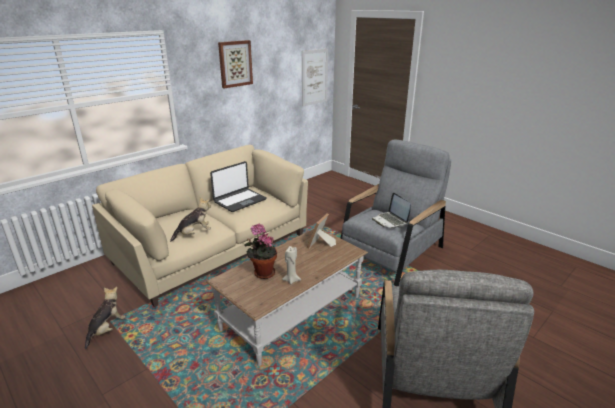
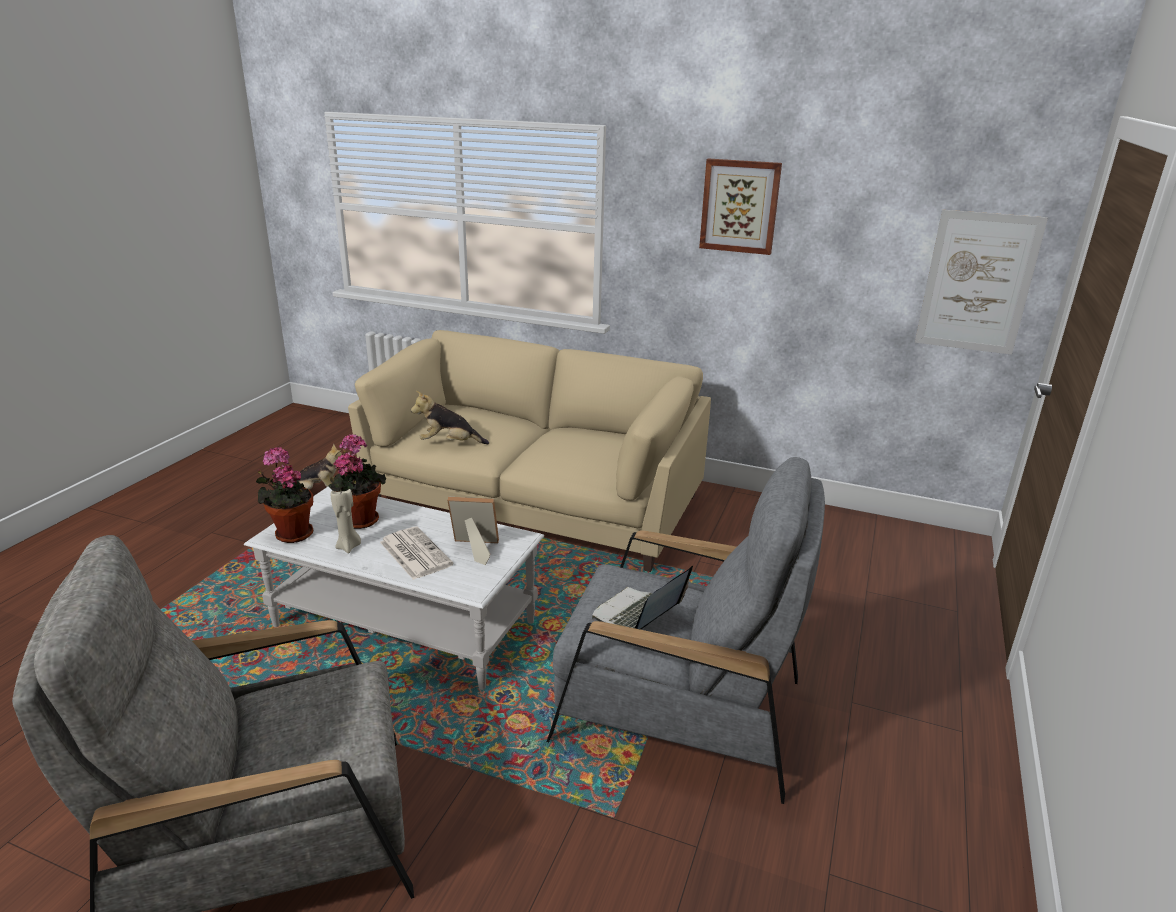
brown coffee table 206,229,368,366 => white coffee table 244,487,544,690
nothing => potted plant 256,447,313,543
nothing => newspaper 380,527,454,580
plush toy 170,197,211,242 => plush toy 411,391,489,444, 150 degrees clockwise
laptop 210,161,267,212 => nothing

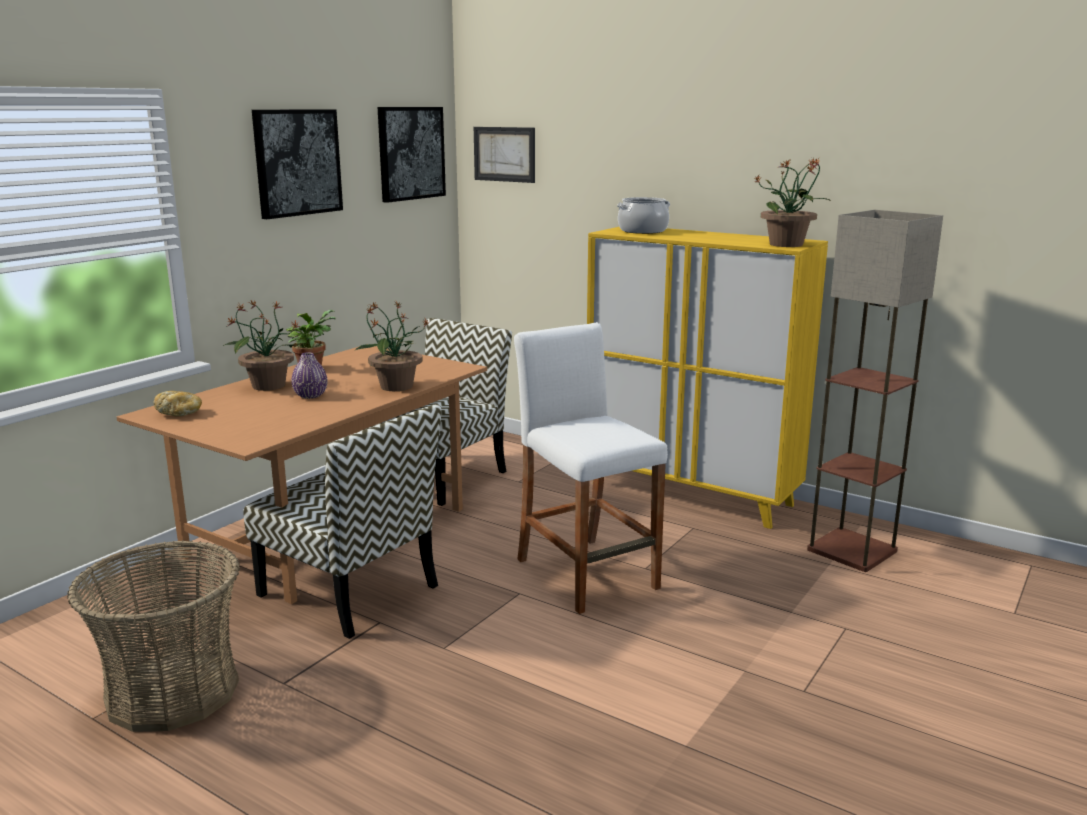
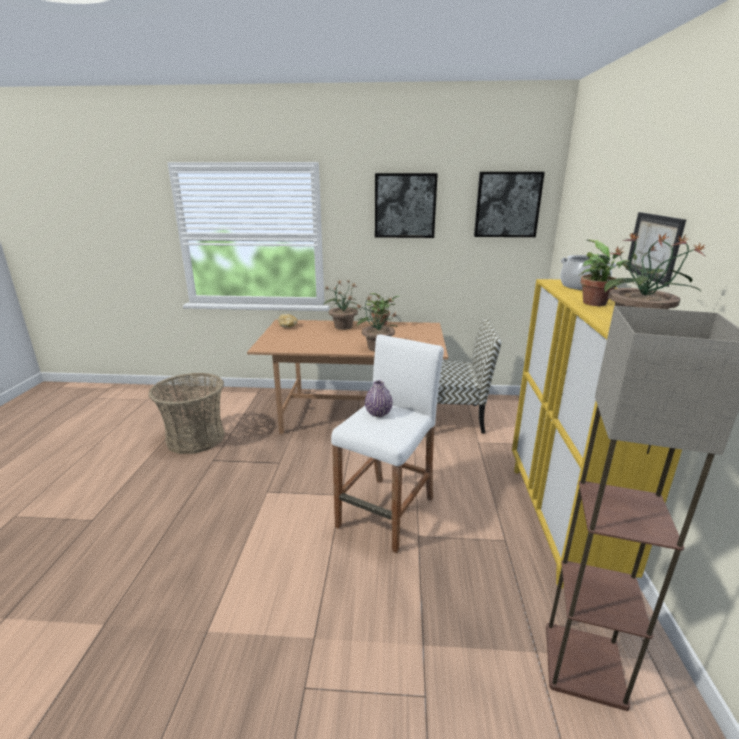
purple vase 291,352,327,399 => purple vase 365,380,393,417, relocated
nothing => potted plant 579,240,630,306
picture 474,127,535,183 => picture 626,212,686,287, relocated
chair 243,404,441,639 => nothing

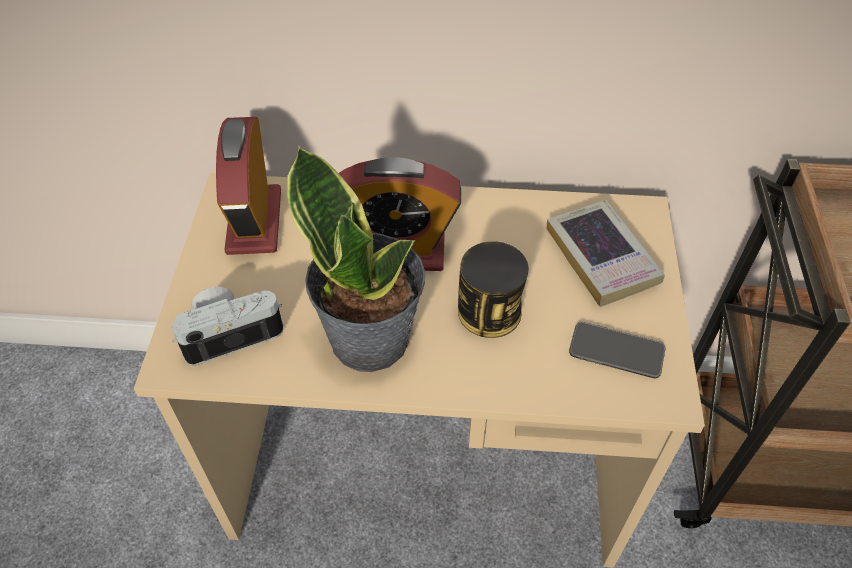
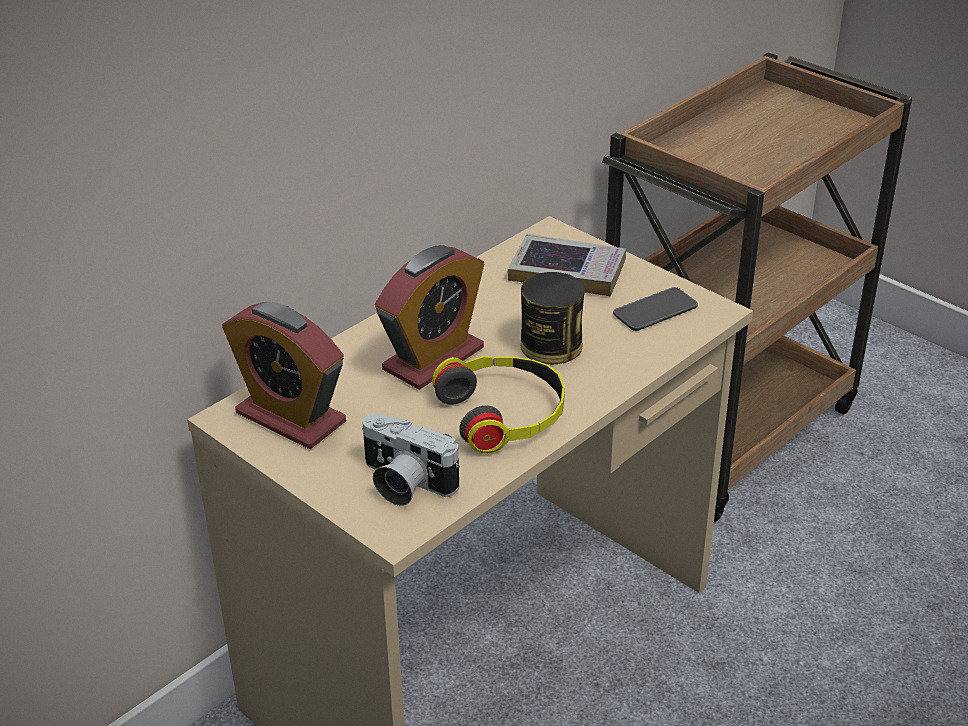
photo camera 172,287,284,366 => photo camera 362,413,460,506, 75 degrees counterclockwise
potted plant 287,146,425,372 => headphones 432,356,565,453

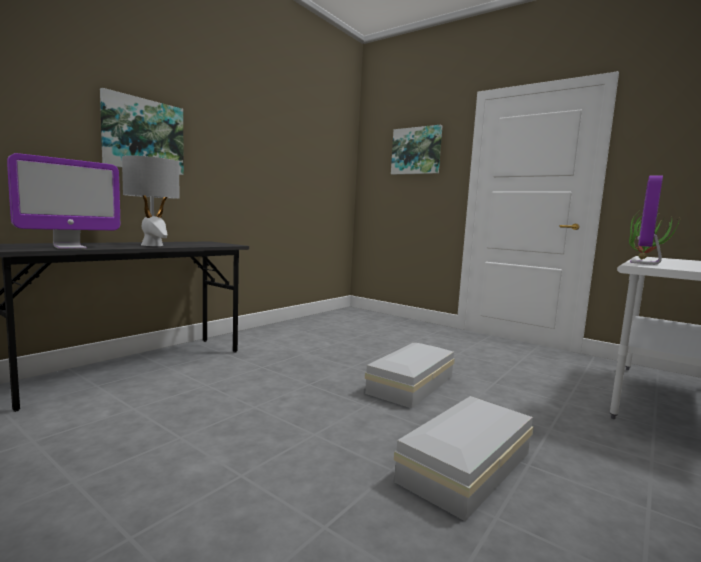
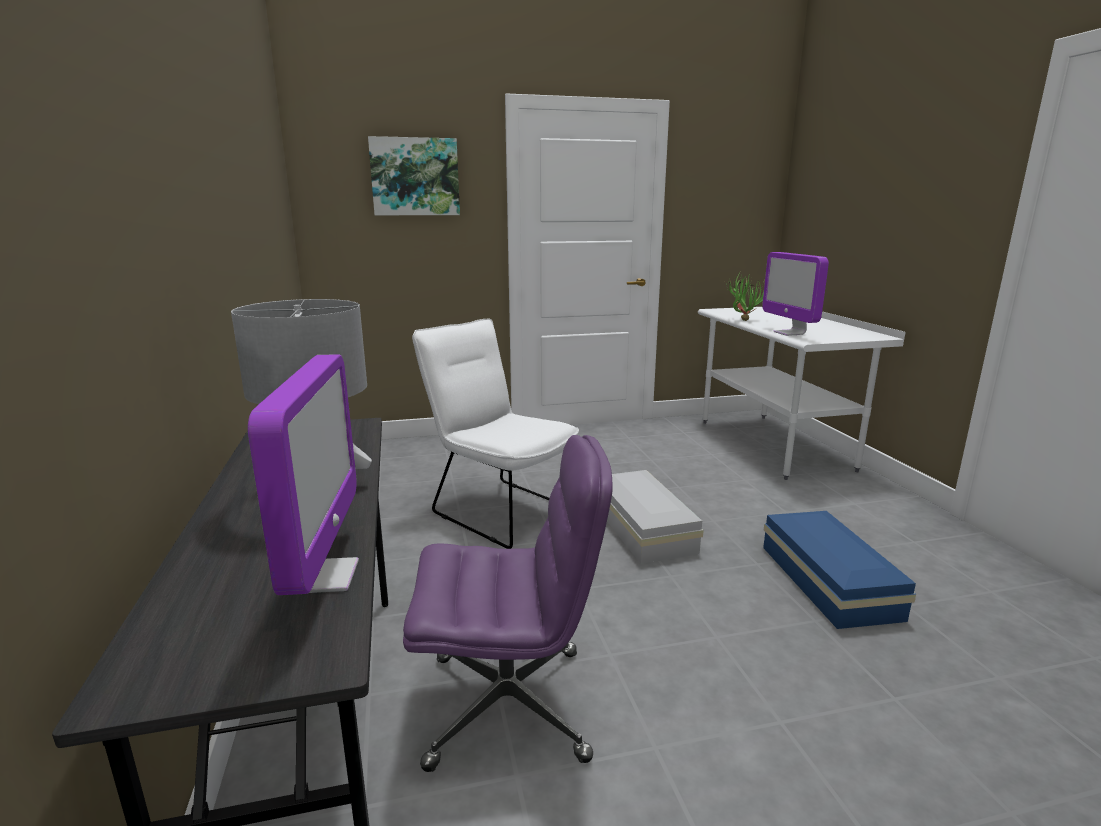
nothing => purple office chair 403,435,613,772
nothing => white chair 412,319,579,549
white storage box 394,396,534,521 => blue storage box 763,511,916,629
picture 100,88,184,175 => nothing

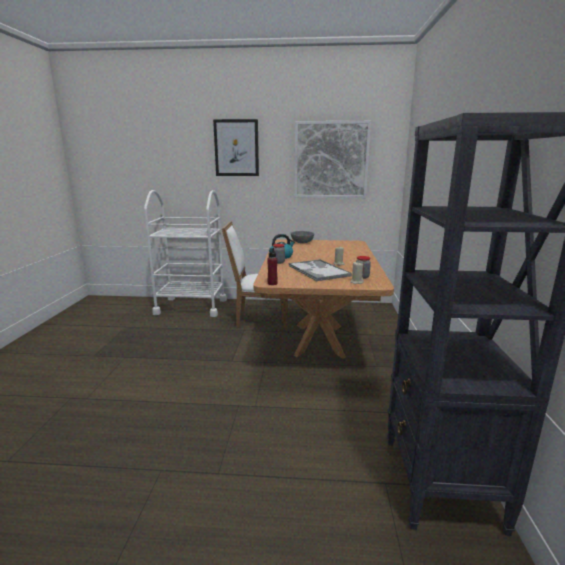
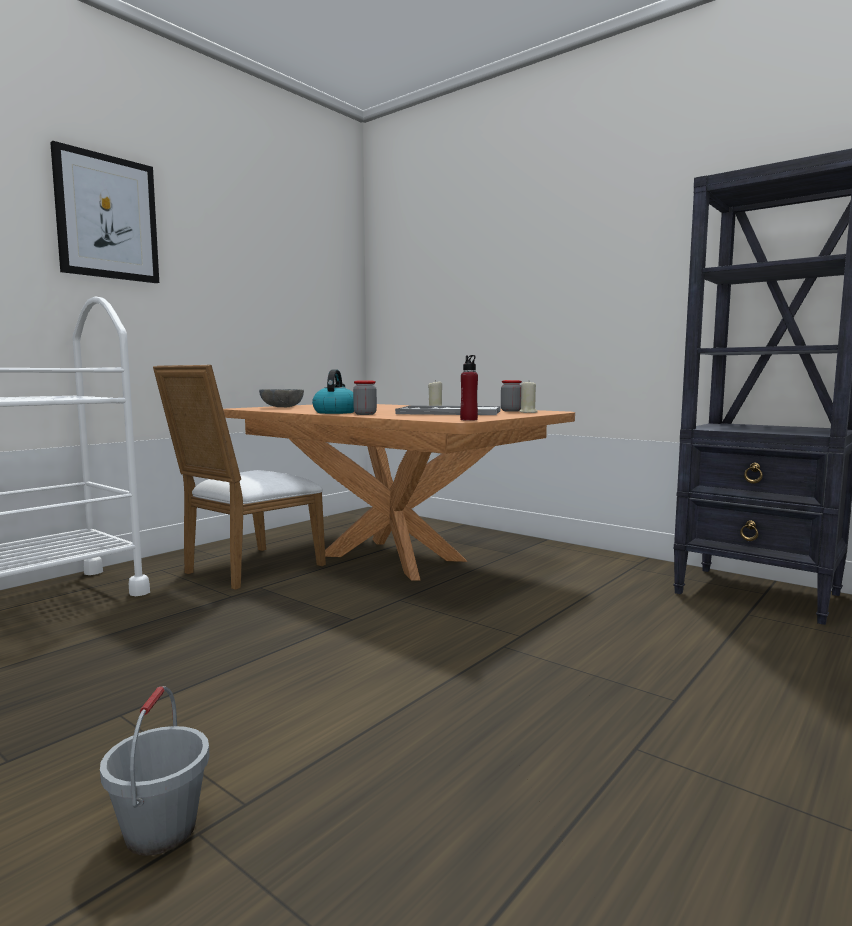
nothing => grey bucket 100,686,210,856
picture 294,121,371,198 => nothing

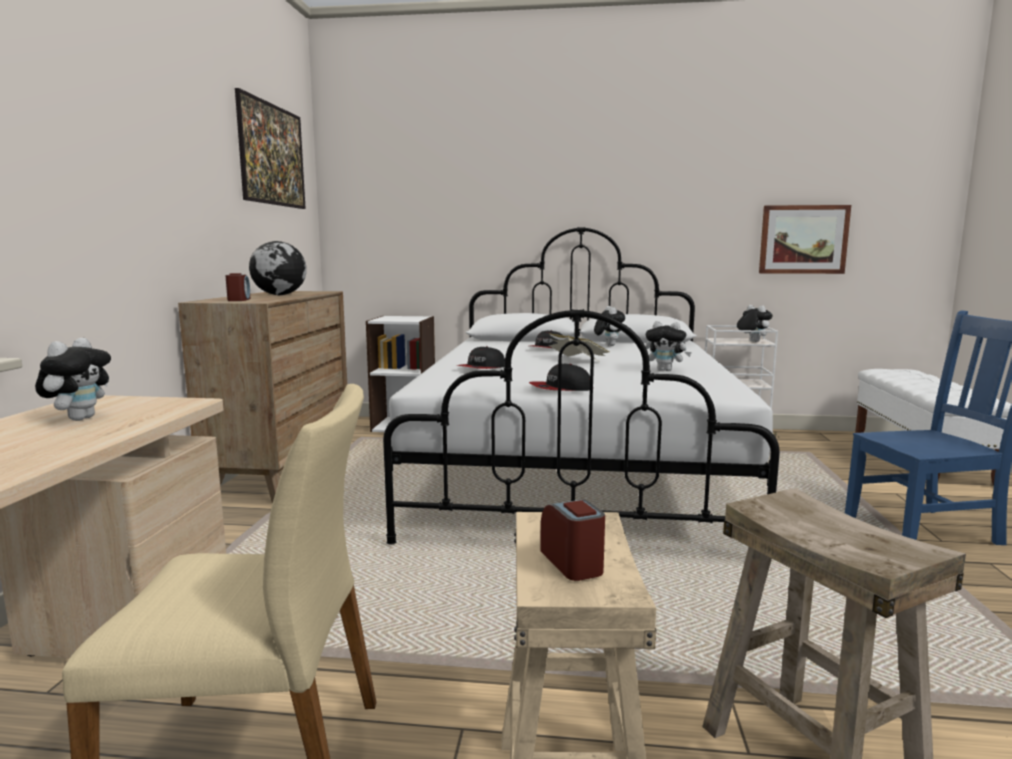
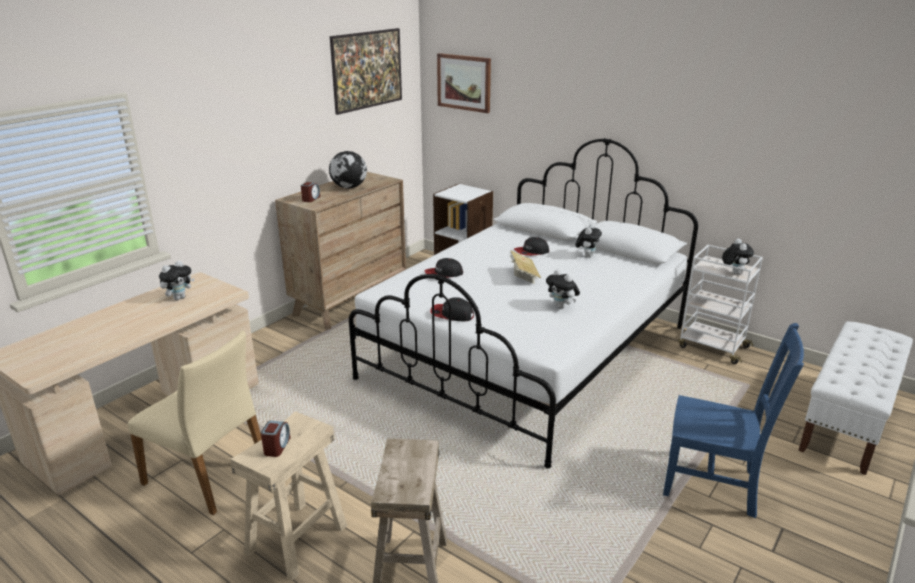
picture 759,205,851,274 => picture 437,53,491,113, relocated

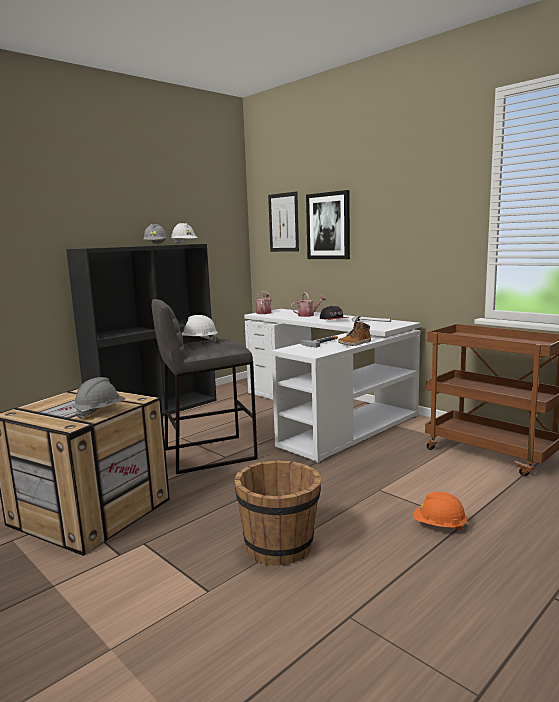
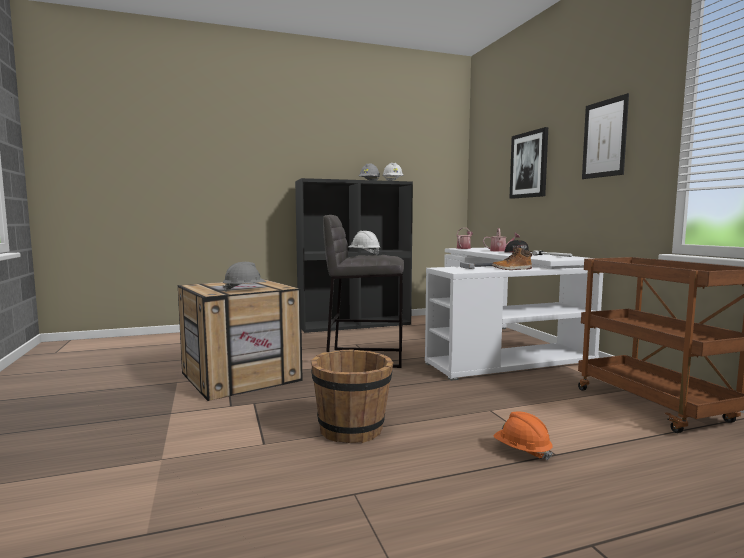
picture 268,191,299,252 => picture 582,93,629,179, relocated

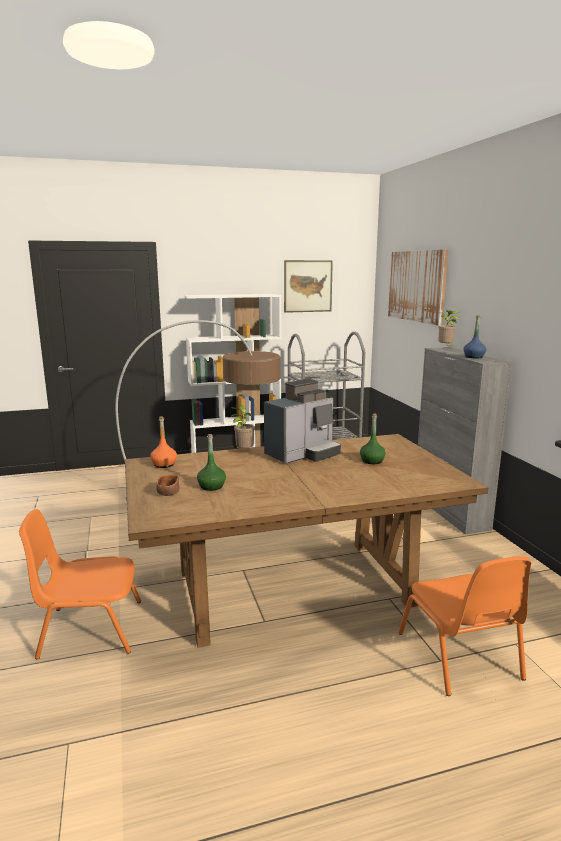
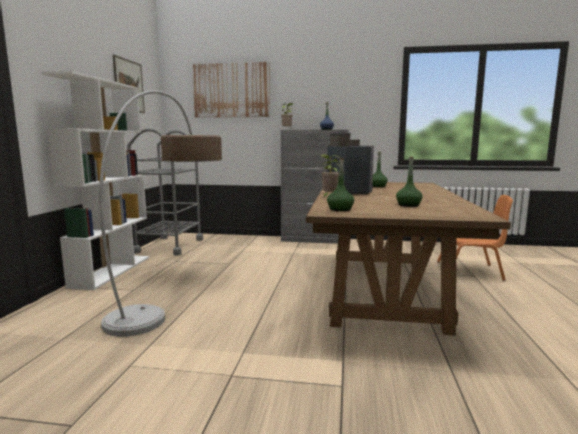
orange bottle 150,416,177,468 => green bottle 327,158,354,211
orange chair 19,509,141,659 => nothing
brown bowl 156,475,179,496 => nothing

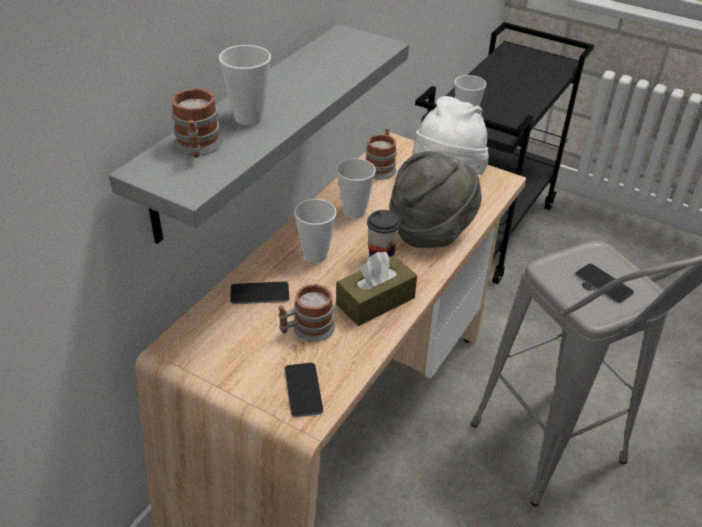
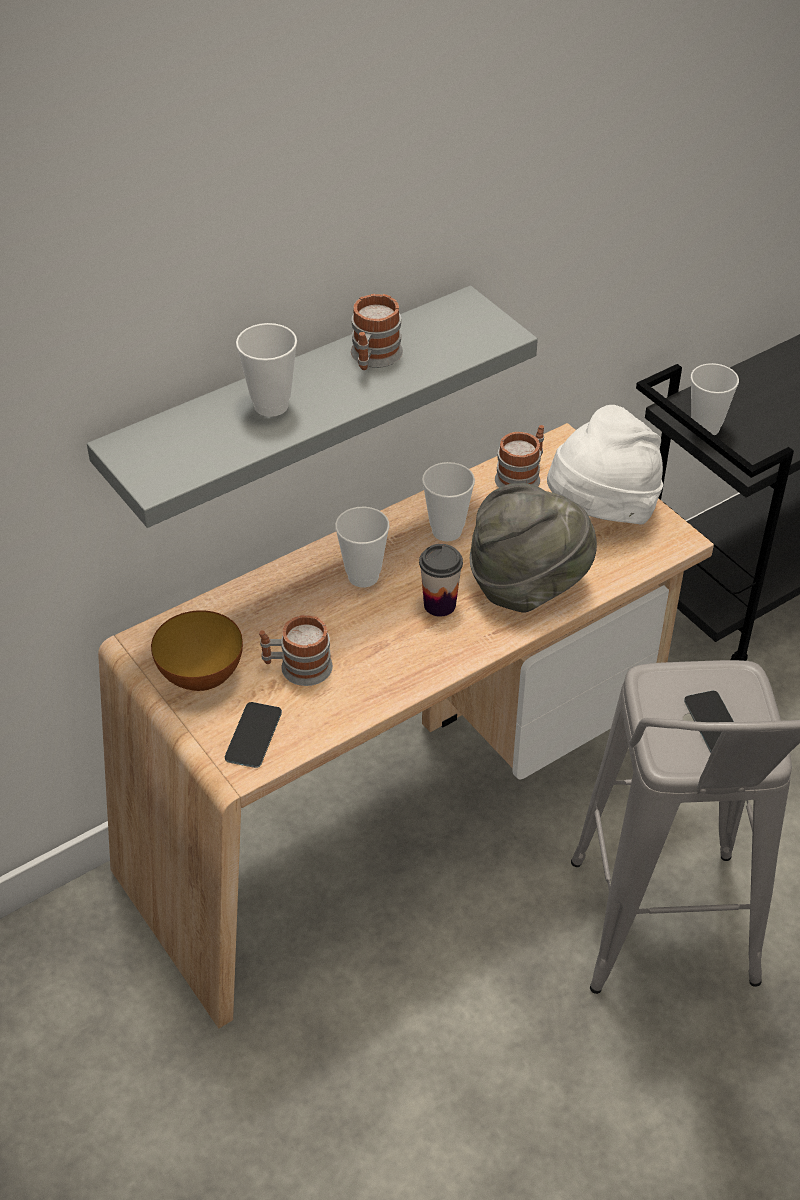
nothing => bowl 151,610,243,691
mug 171,88,222,158 => mug 351,294,403,370, relocated
phone 230,281,289,304 => nothing
brown tissue box 336,252,417,326 => nothing

